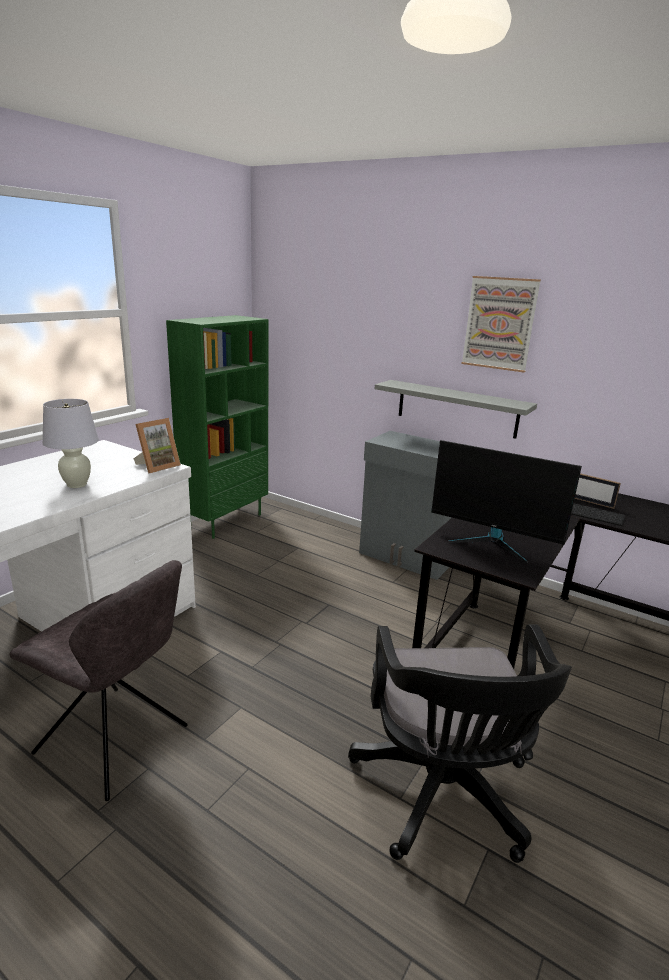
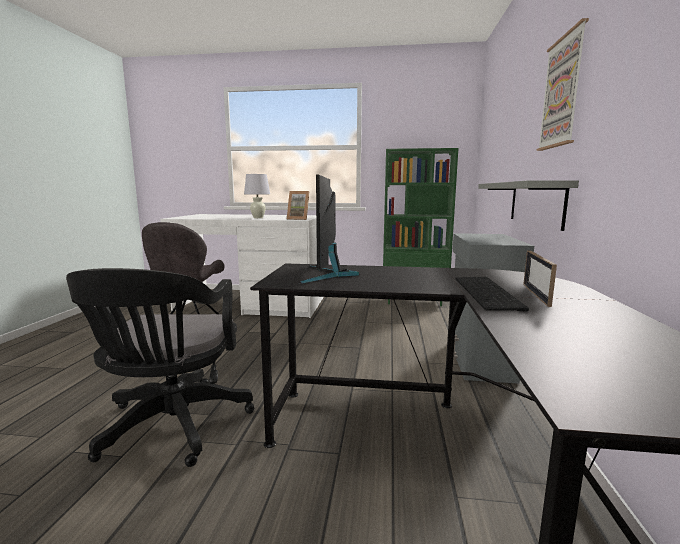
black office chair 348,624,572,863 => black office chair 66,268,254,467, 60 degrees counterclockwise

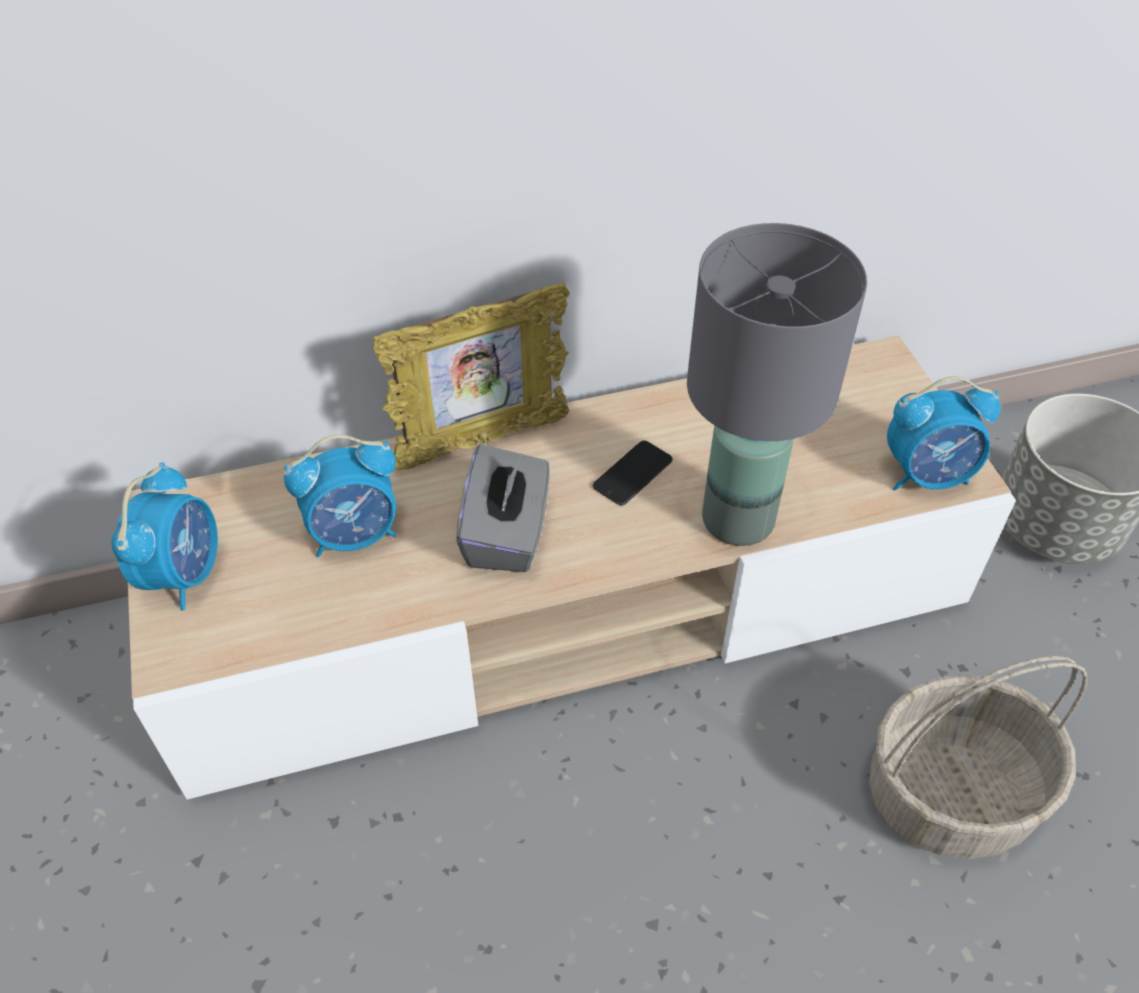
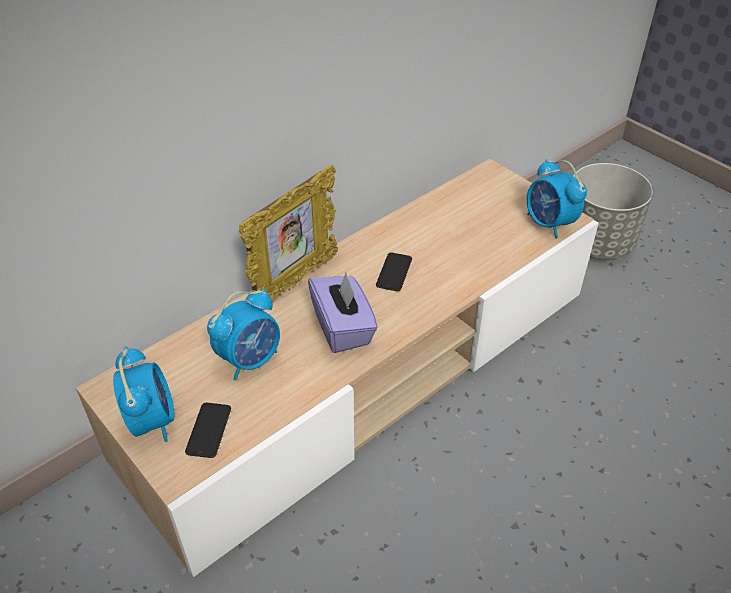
nothing => phone 185,403,231,458
grey tissue box 456,444,550,572 => purple tissue box 308,273,378,353
alarm clock 887,376,1000,491 => alarm clock 527,159,587,238, 90 degrees clockwise
grey table lamp 687,223,867,546 => nothing
basket 869,656,1088,859 => nothing

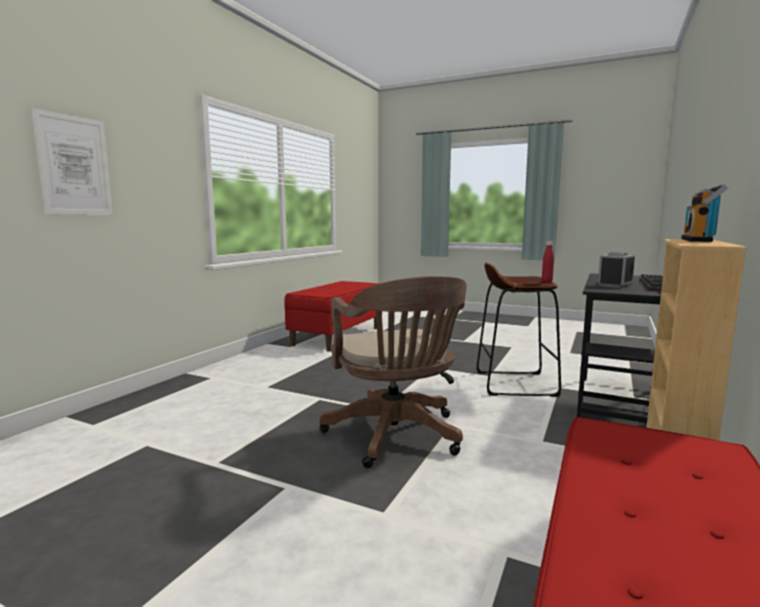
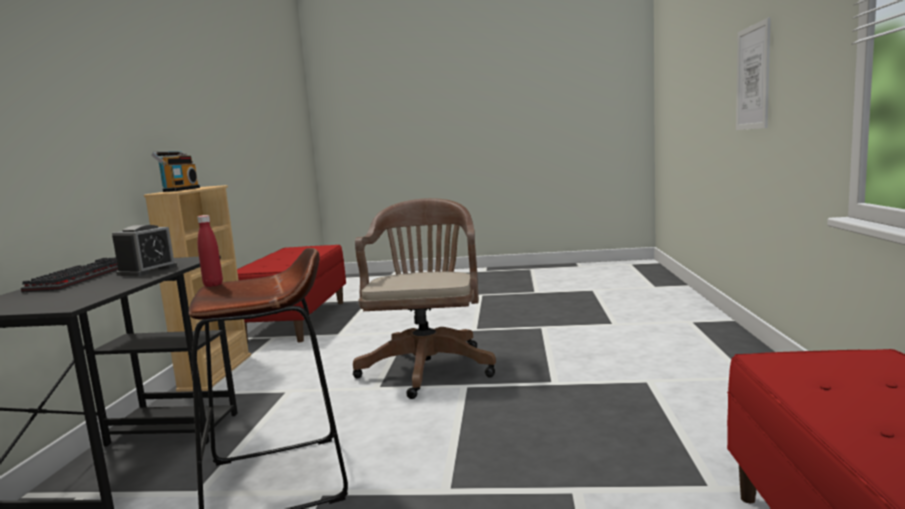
brown office chair 320,276,467,468 => brown office chair 353,198,496,399, 45 degrees clockwise

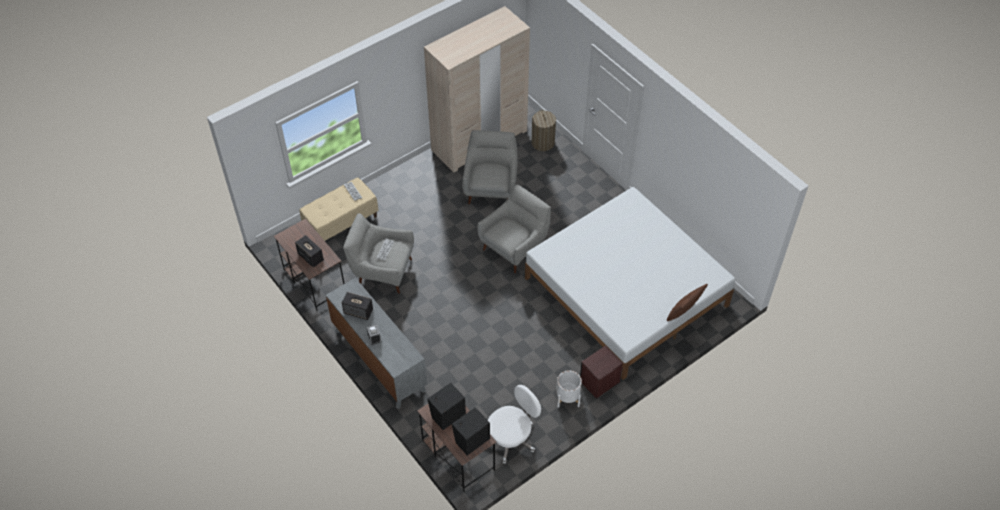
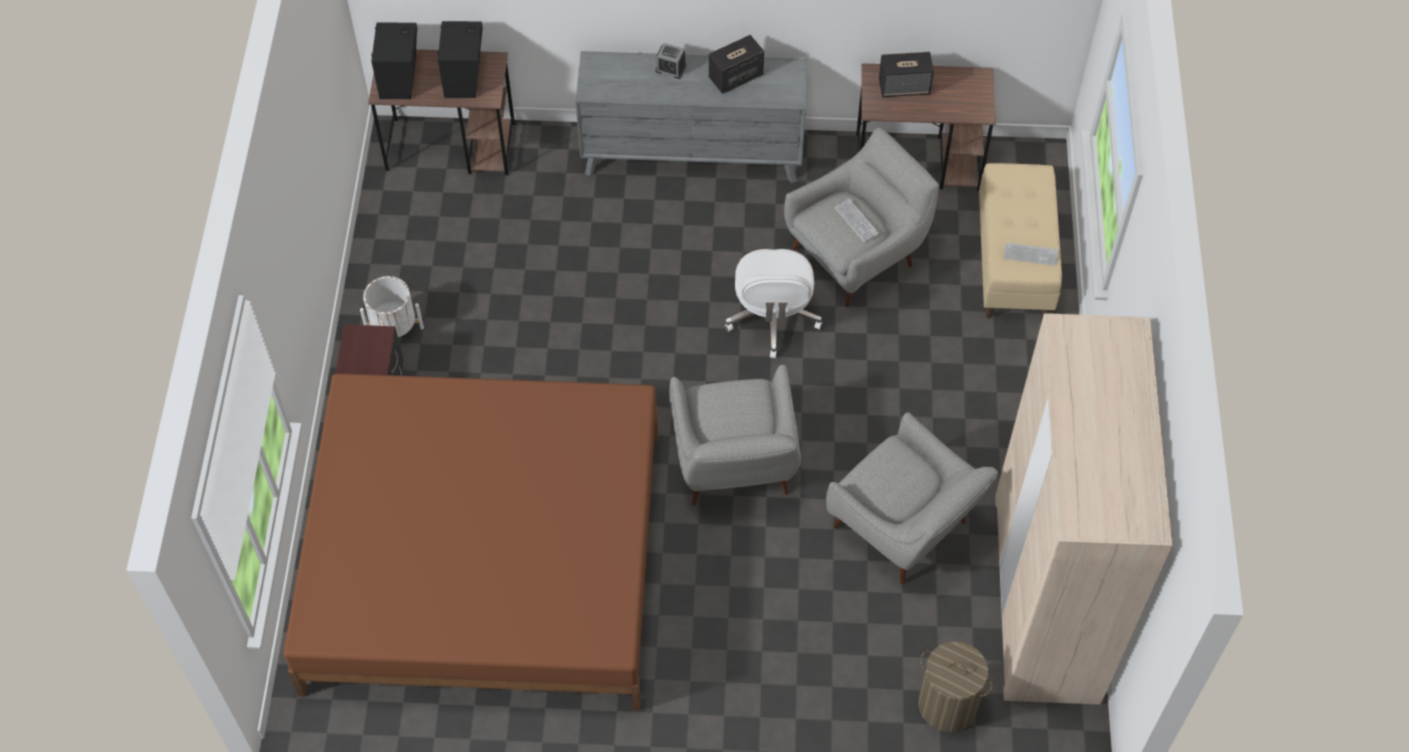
white bed 525,187,735,380 => brown bed 283,373,658,711
white office chair 488,385,541,464 => white office chair 725,249,822,358, relocated
brown pillow 667,284,708,321 => nothing

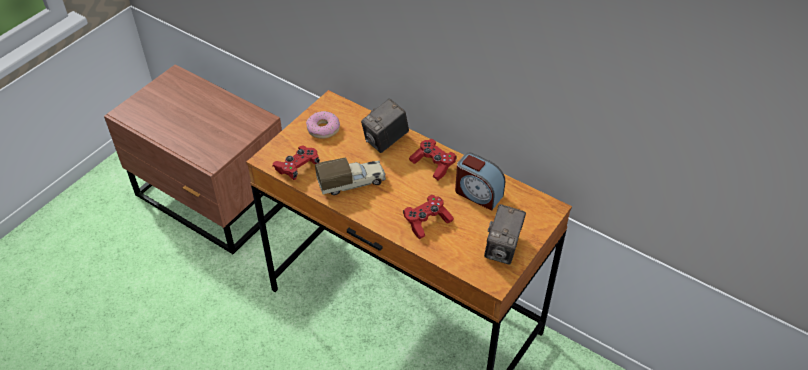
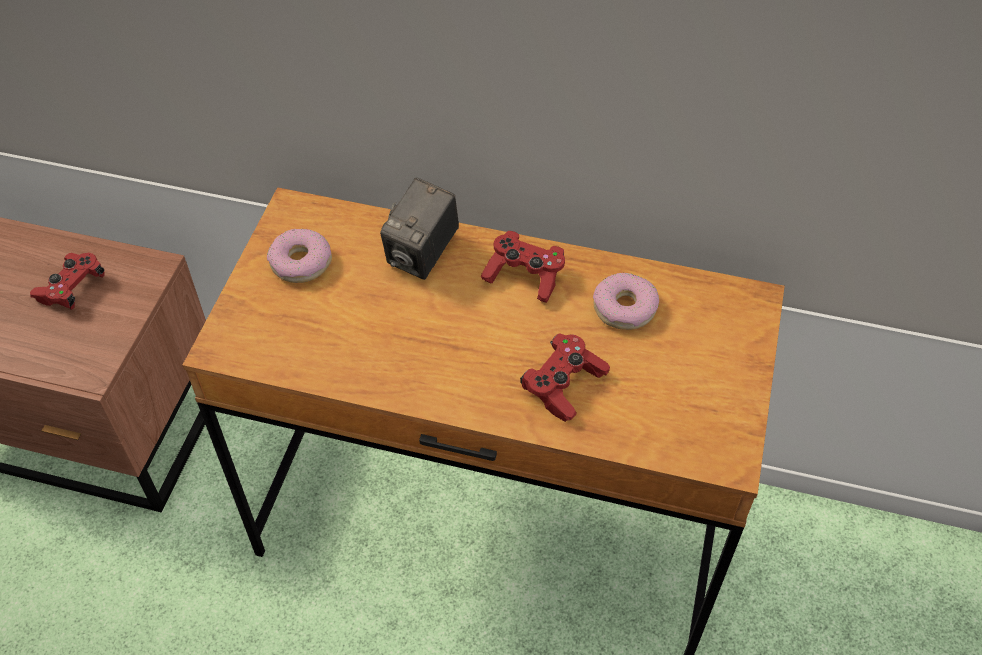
red game controller 272,145,320,180 => red game controller 30,253,105,310, relocated
alarm clock 455,153,505,211 => donut 593,273,659,330
toy truck 315,157,386,195 => nothing
photo camera 484,204,526,265 => nothing

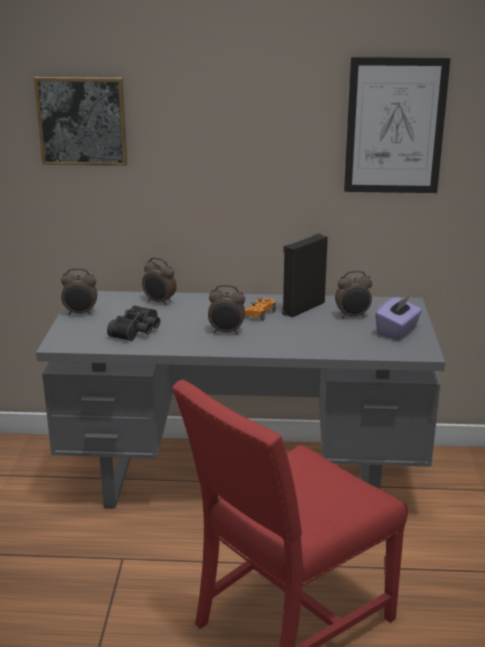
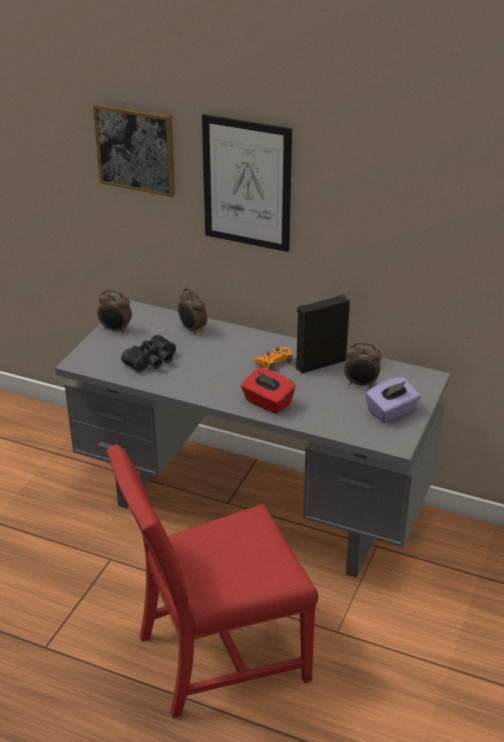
picture 344,57,450,193 => picture 202,114,292,252, relocated
nothing => red tissue box 241,367,296,414
alarm clock 208,284,245,334 => nothing

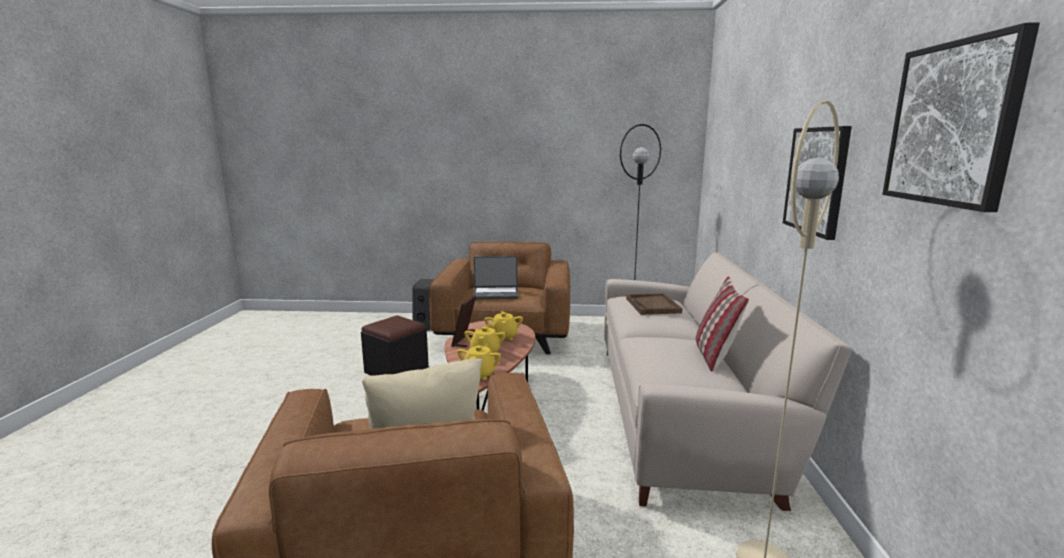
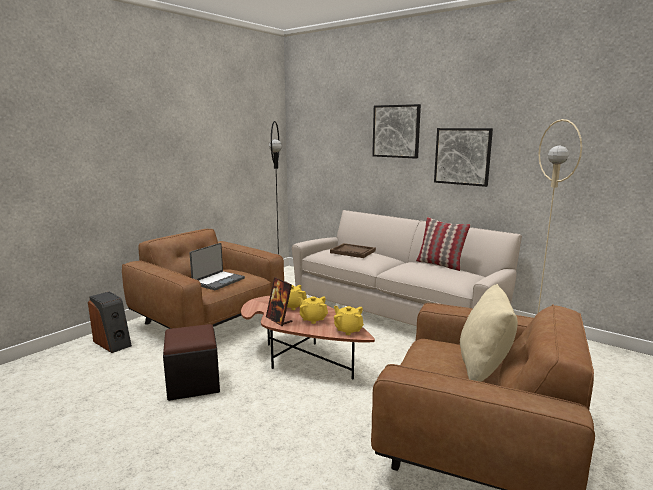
picture 882,23,1040,212 => picture 372,104,421,159, relocated

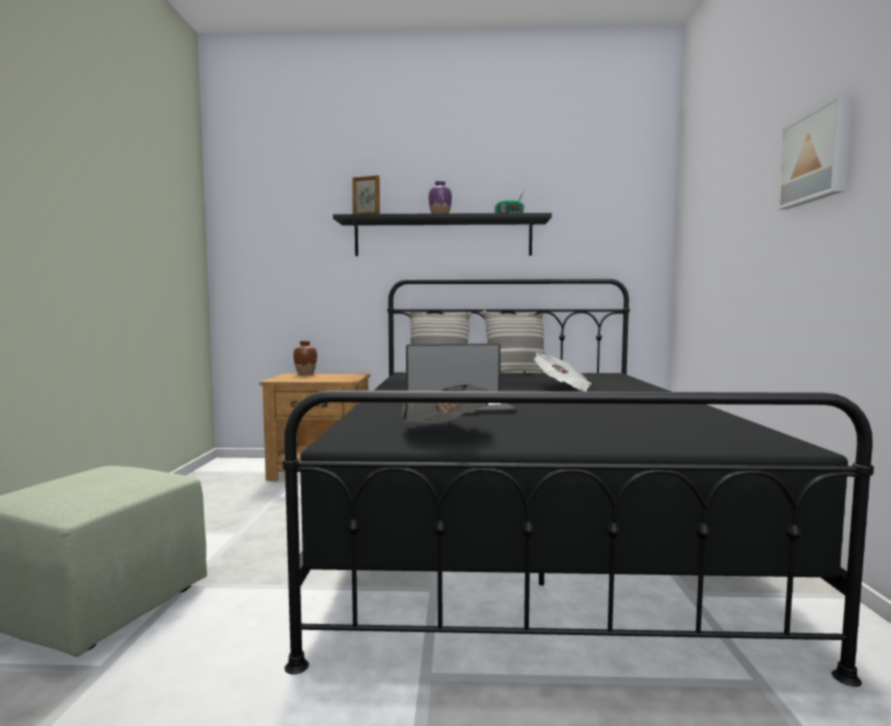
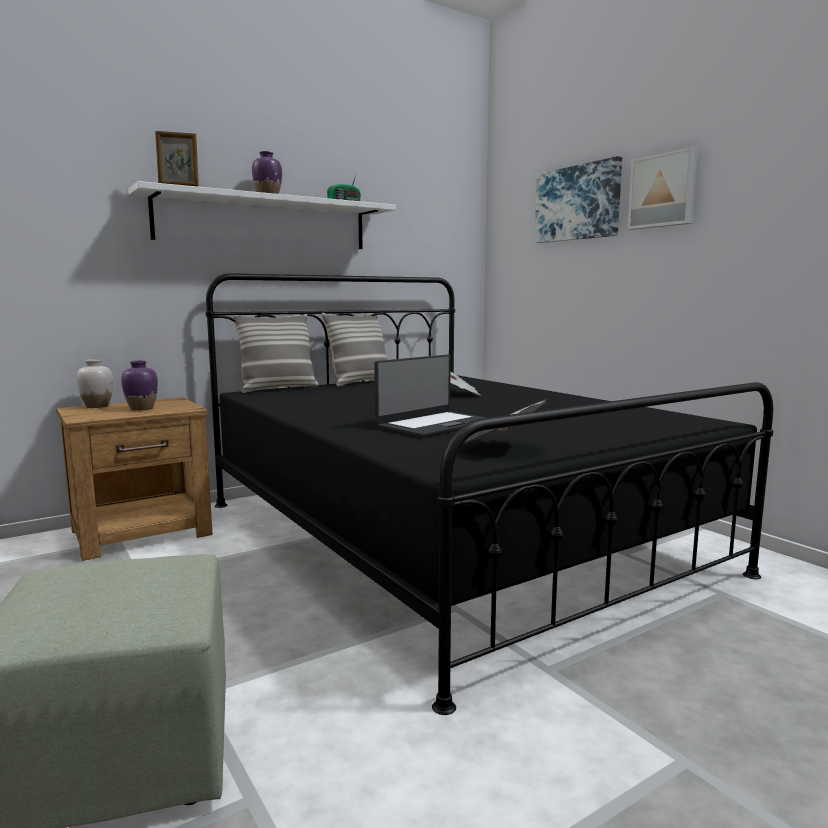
brown vase 293,341,317,375 => white vase 76,359,113,408
nothing => purple vase 121,361,158,411
black shelf 333,213,552,256 => white shelf 128,181,396,249
nothing => picture 535,156,622,243

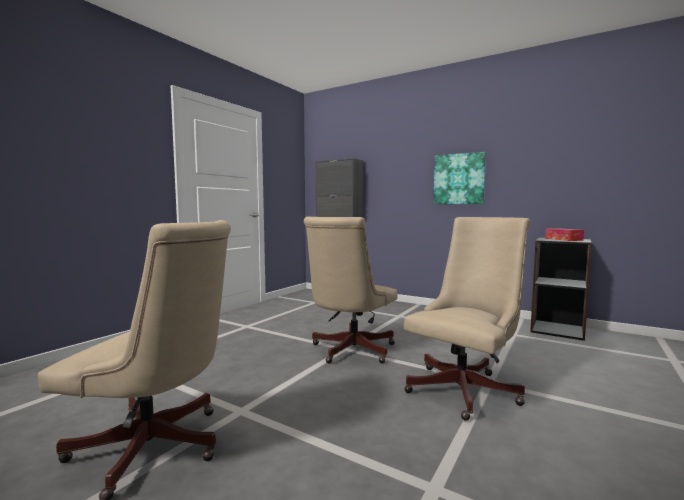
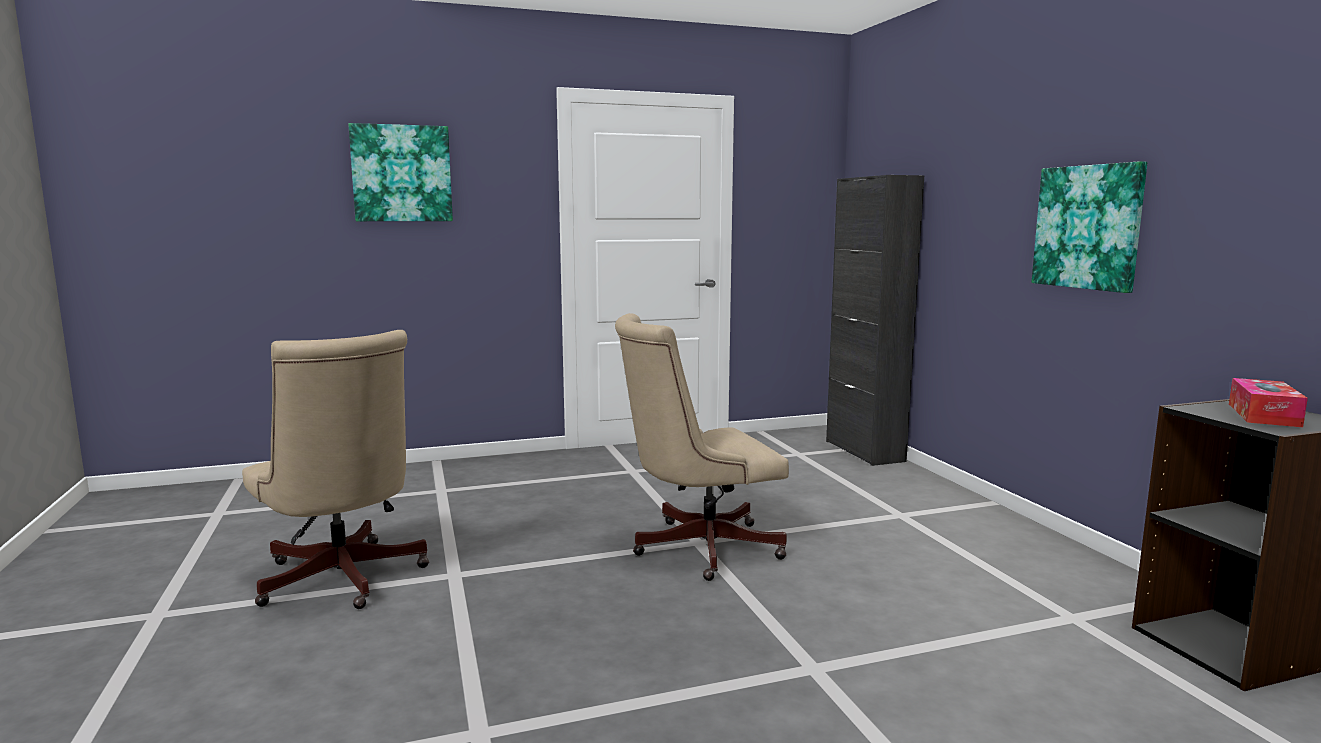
nothing => picture 348,123,453,221
beige office chair 404,217,530,421 => nothing

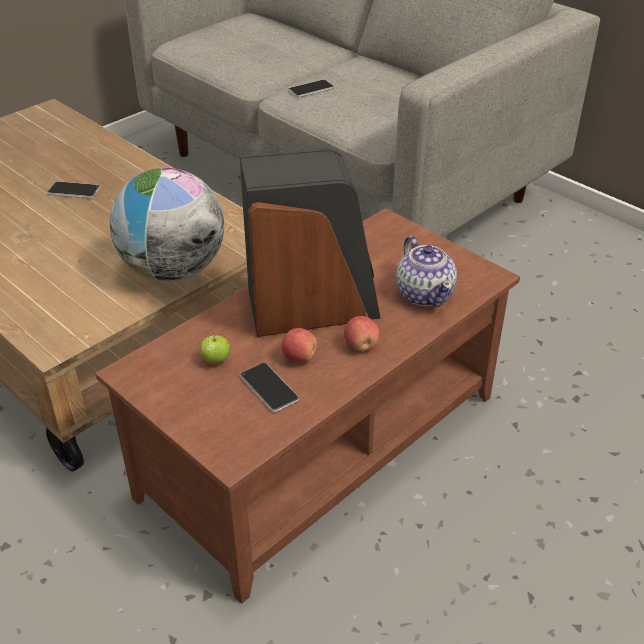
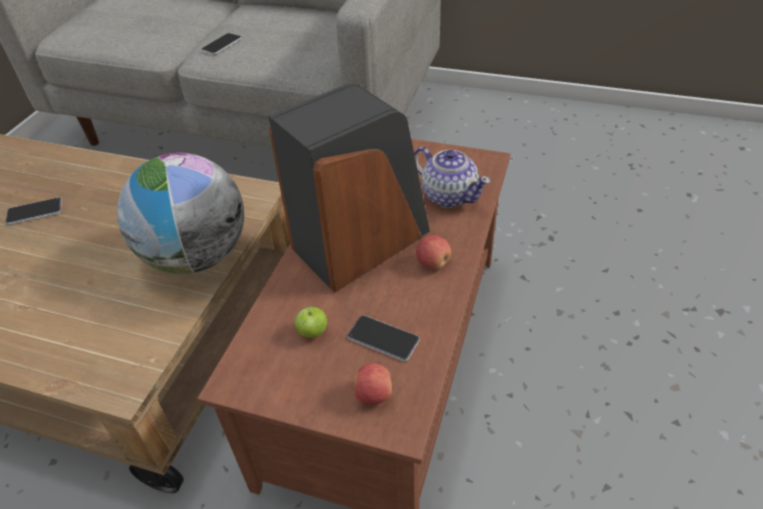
apple 282,328,317,362 => apple 353,363,392,405, relocated

